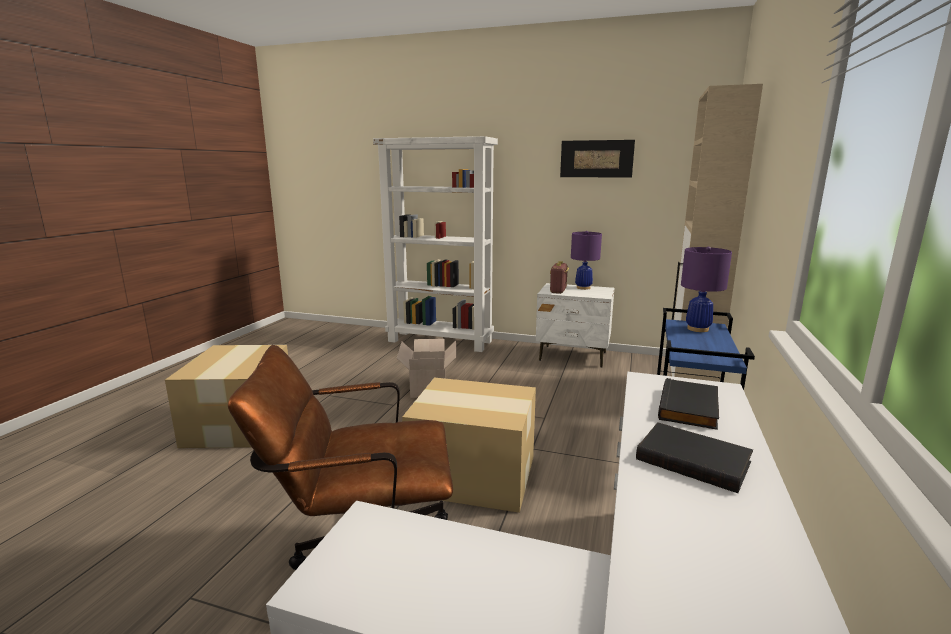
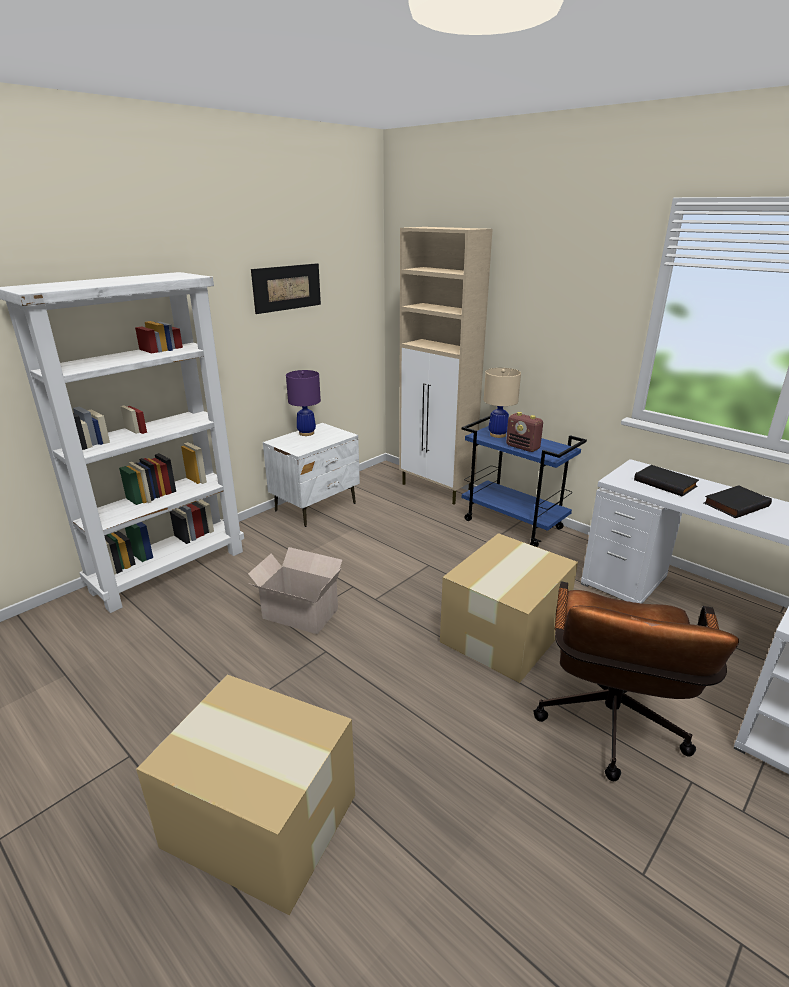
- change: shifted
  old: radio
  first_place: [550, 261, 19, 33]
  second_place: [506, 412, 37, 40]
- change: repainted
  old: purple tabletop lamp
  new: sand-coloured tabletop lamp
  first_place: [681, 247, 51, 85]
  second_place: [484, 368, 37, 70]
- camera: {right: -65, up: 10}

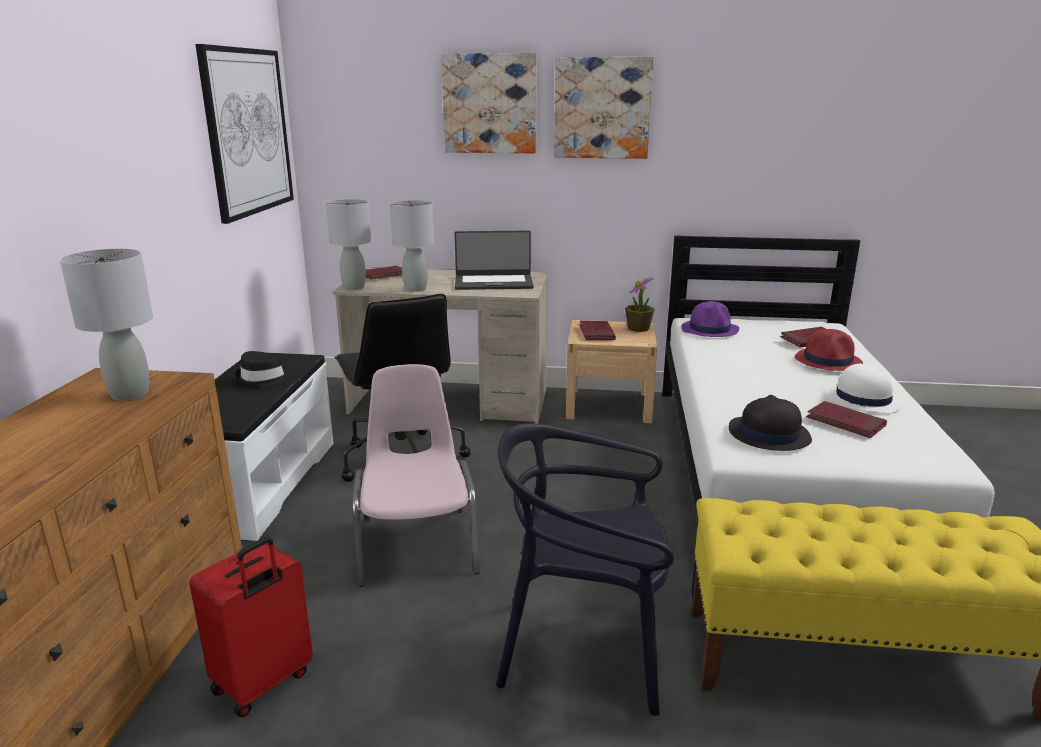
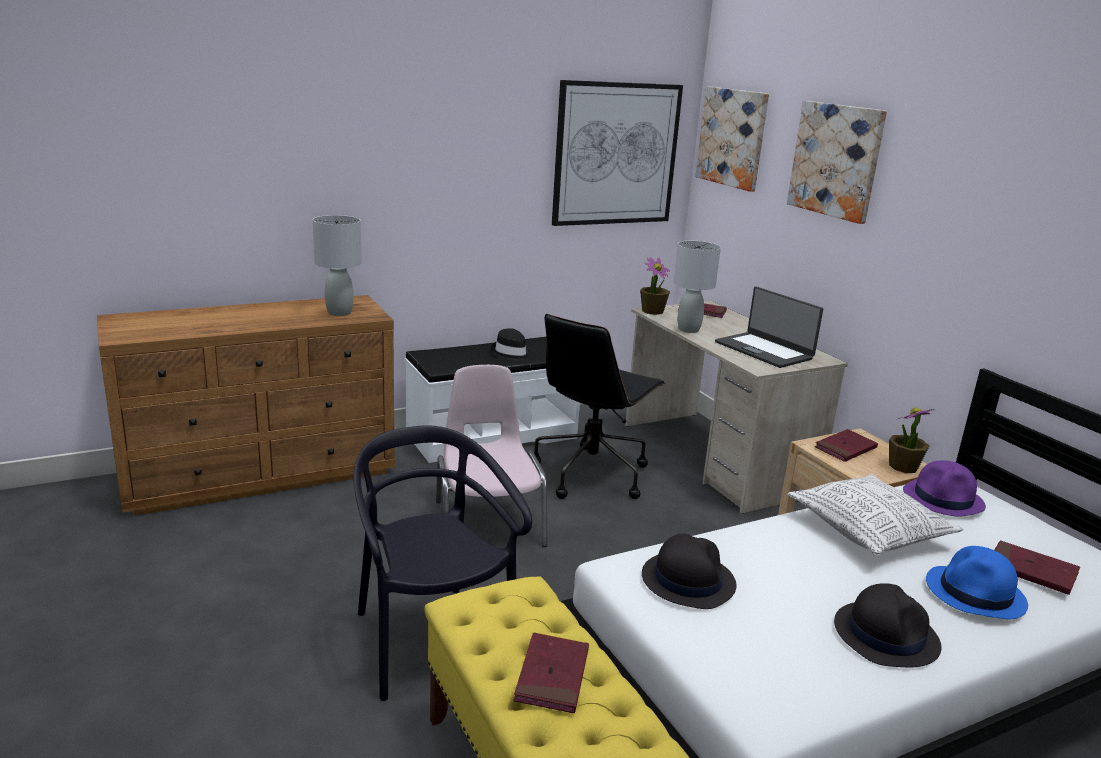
- change: gone
  old: red piece of luggage
  first_place: [189, 537, 124, 180]
- change: swapped
  old: grey tabletop lamp
  new: potted plant
  first_place: [326, 199, 45, 91]
  second_place: [640, 257, 30, 58]
- change: rotated
  old: pinkish plain chair
  first_place: [352, 364, 128, 223]
  second_place: [436, 365, 112, 182]
  degrees: -60
- change: shifted
  old: wall picture
  first_place: [554, 57, 99, 102]
  second_place: [695, 87, 74, 105]
- change: repainted
  old: red wearable hat
  new: blue wearable hat
  first_place: [794, 329, 69, 42]
  second_place: [926, 546, 102, 73]
- change: shifted
  old: red book
  first_place: [806, 401, 81, 37]
  second_place: [513, 633, 76, 80]
- change: repainted
  old: white wearable hat
  new: black wearable hat
  first_place: [825, 364, 79, 49]
  second_place: [834, 583, 107, 84]
- change: new
  new: cushion
  second_place: [787, 474, 176, 82]
- camera: {right: 55, up: 0}

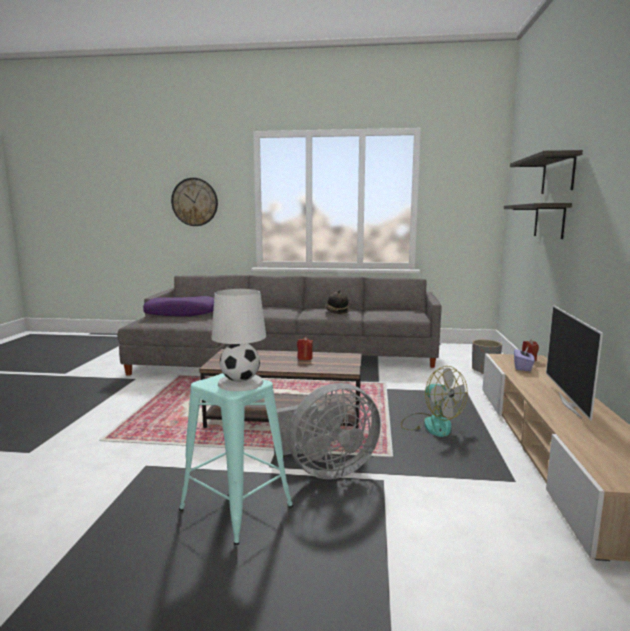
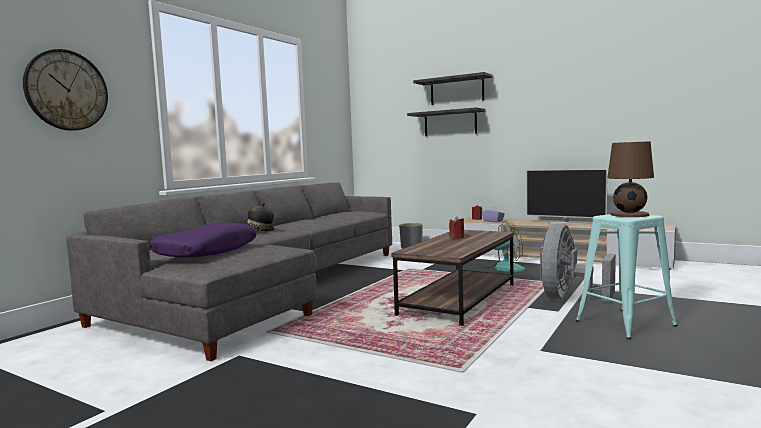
- change: repainted
  old: white tabletop lamp
  new: brown tabletop lamp
  first_place: [211, 289, 55, 102]
  second_place: [607, 141, 47, 76]
- change: rotated
  old: grey fan
  first_place: [274, 383, 107, 96]
  second_place: [540, 223, 76, 79]
  degrees: -150
- change: shifted
  old: wearable hat
  first_place: [325, 290, 25, 24]
  second_place: [243, 203, 32, 28]
- camera: {right: -65, up: -5}

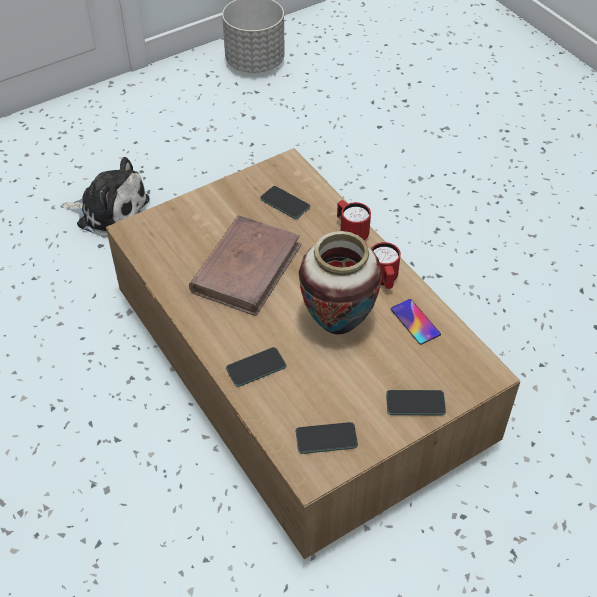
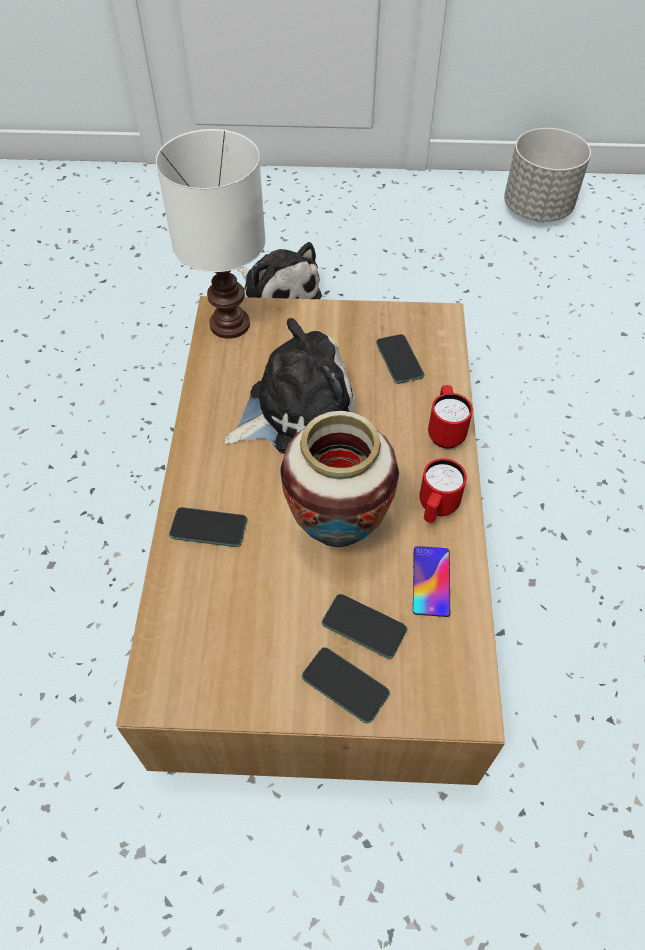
- change: swapped
  old: brown book
  new: soft toy
  first_place: [189, 215, 112, 101]
  second_place: [224, 318, 131, 136]
- change: shifted
  old: handset
  first_place: [296, 422, 62, 32]
  second_place: [322, 594, 85, 65]
- change: new
  new: white tabletop lamp
  second_place: [156, 129, 110, 210]
- camera: {right: 35, up: 5}

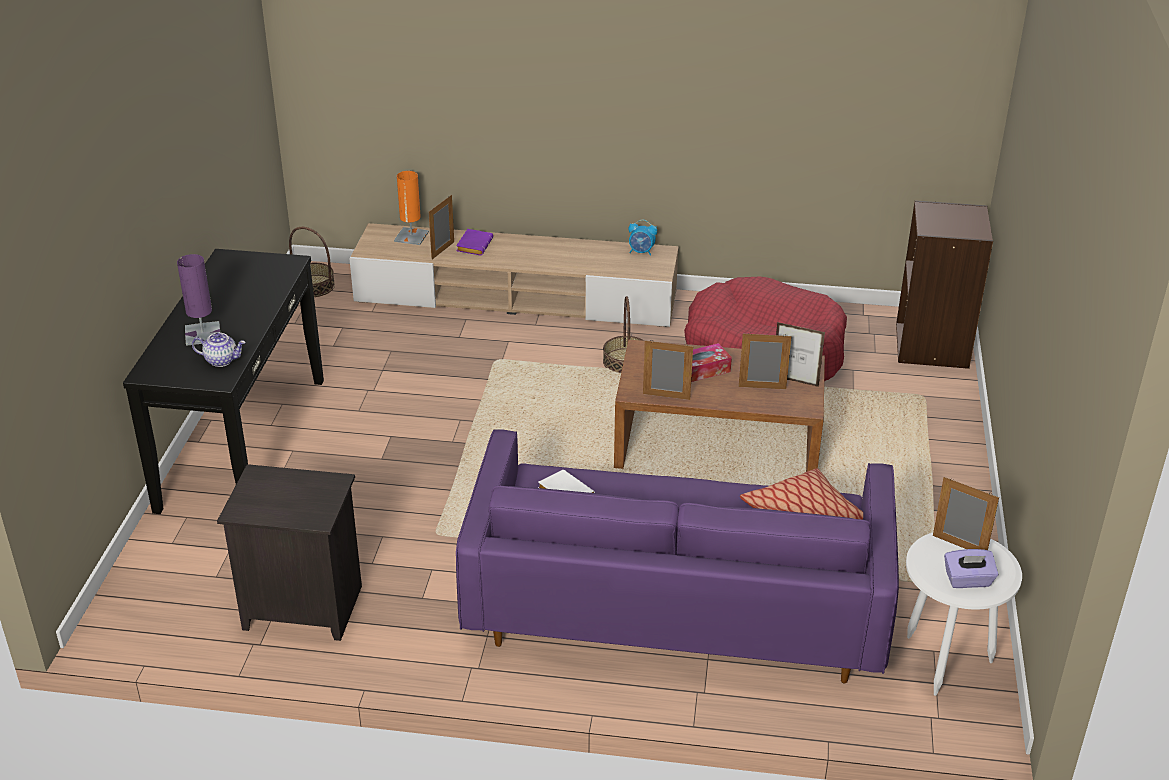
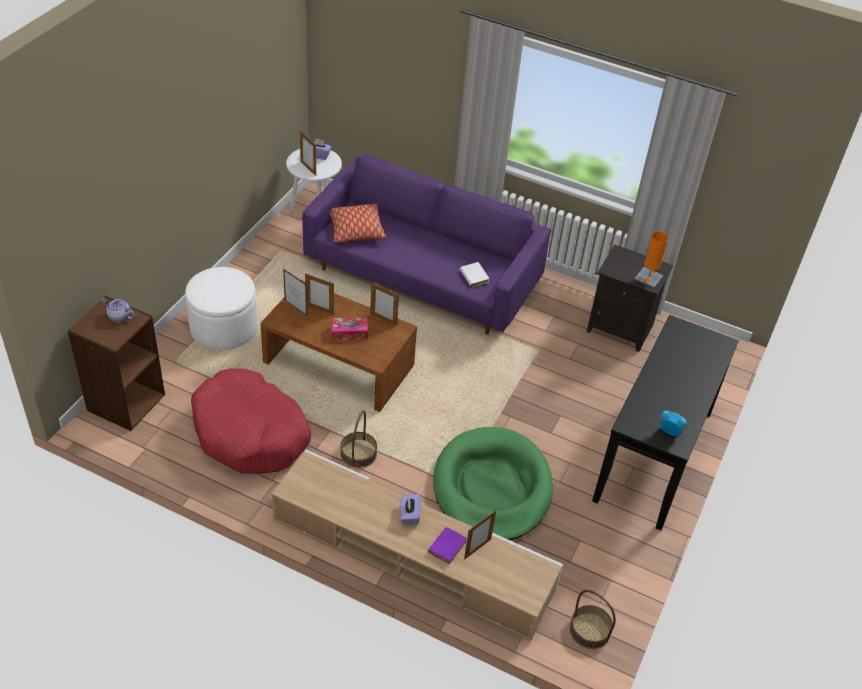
- change: gone
  old: purple tabletop lamp
  first_place: [177, 254, 43, 92]
- change: shifted
  old: tea pot
  first_place: [192, 333, 54, 34]
  second_place: [101, 298, 34, 25]
- change: shifted
  old: orangey tabletop lamp
  first_place: [394, 171, 35, 74]
  second_place: [635, 232, 33, 56]
- change: shifted
  old: table clock
  first_place: [628, 220, 29, 36]
  second_place: [660, 410, 27, 26]
- change: new
  new: white footrest
  second_place: [185, 267, 73, 83]
- change: new
  new: purple tissue holder
  second_place: [400, 494, 21, 31]
- change: new
  new: greenish pet bed
  second_place: [433, 427, 120, 113]
- camera: {right: -165, up: 10}

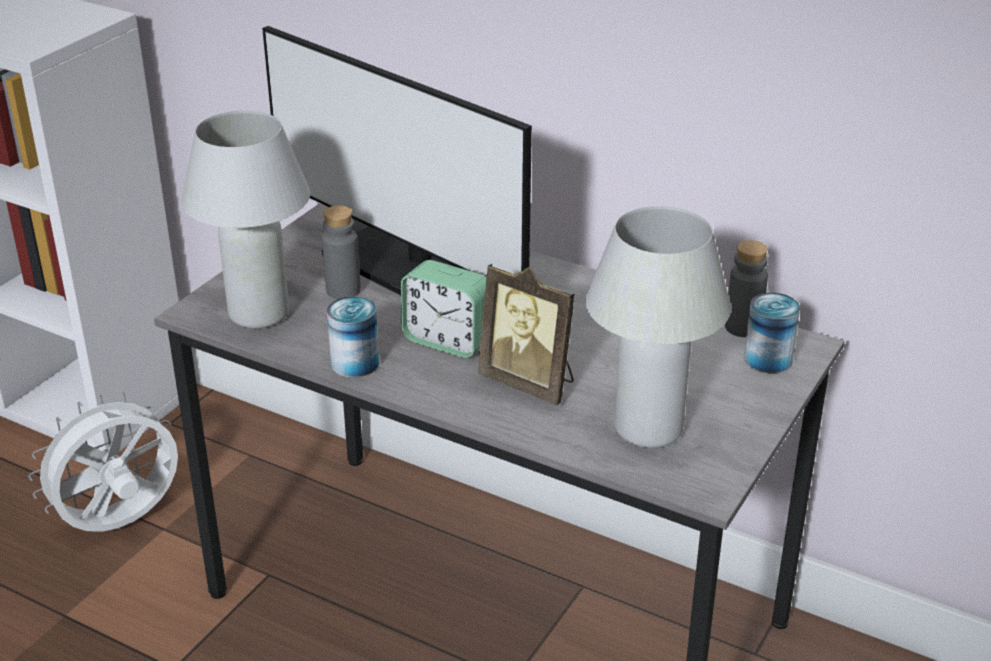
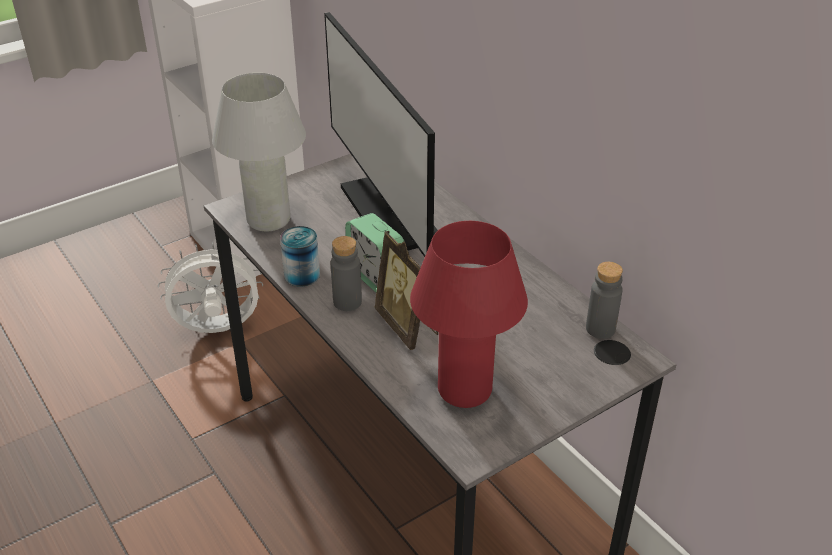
- change: shifted
  old: grey drink bottle
  first_place: [322, 205, 39, 94]
  second_place: [331, 236, 31, 75]
- change: repainted
  old: white tabletop lamp
  new: red tabletop lamp
  first_place: [585, 206, 146, 242]
  second_place: [410, 221, 118, 187]
- change: gone
  old: metal can
  first_place: [744, 293, 56, 81]
- camera: {right: 25, up: 5}

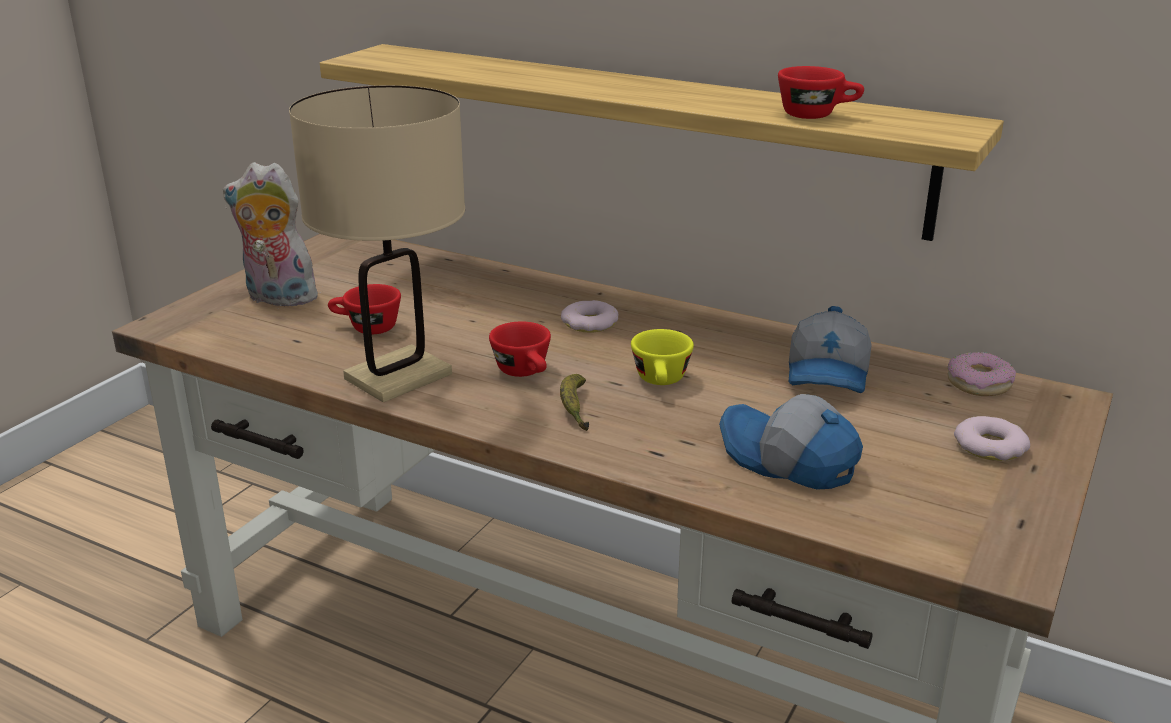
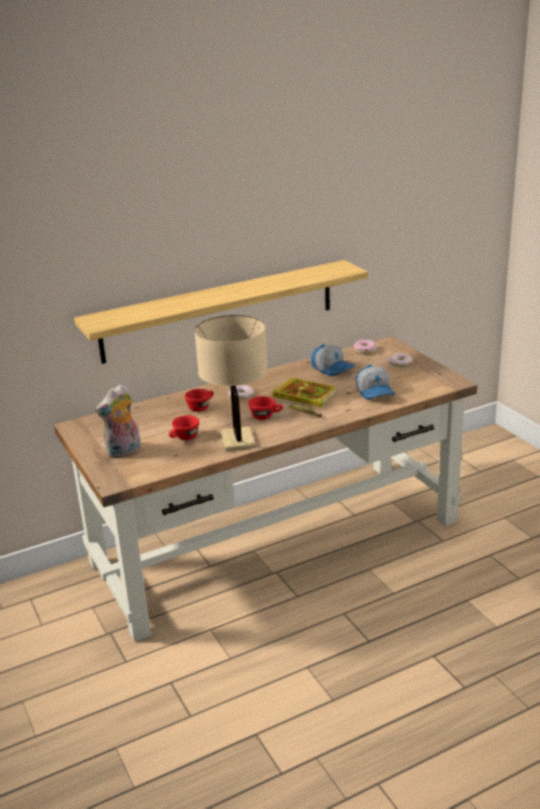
- change: swapped
  old: yellowish cup
  new: book
  first_place: [631, 329, 63, 56]
  second_place: [272, 378, 65, 30]
- change: rotated
  old: baseball cap
  first_place: [719, 394, 144, 96]
  second_place: [356, 365, 39, 35]
  degrees: -90
- change: shifted
  old: red cup
  first_place: [778, 66, 86, 53]
  second_place: [185, 389, 29, 23]
- camera: {right: -55, up: 0}

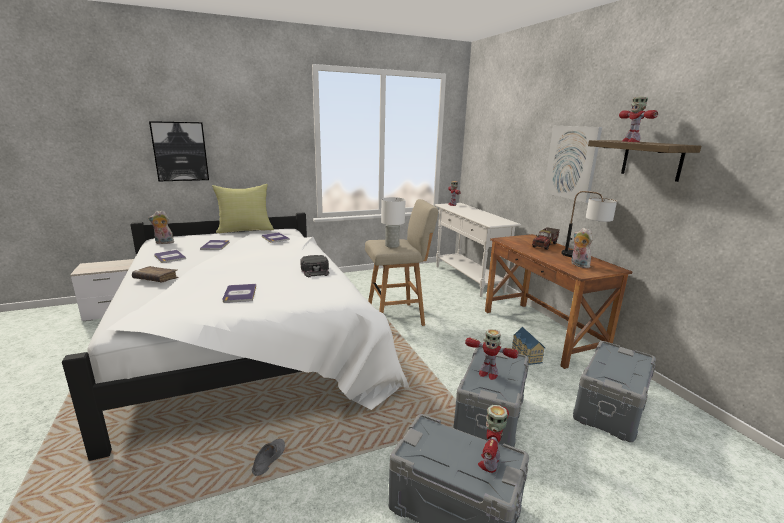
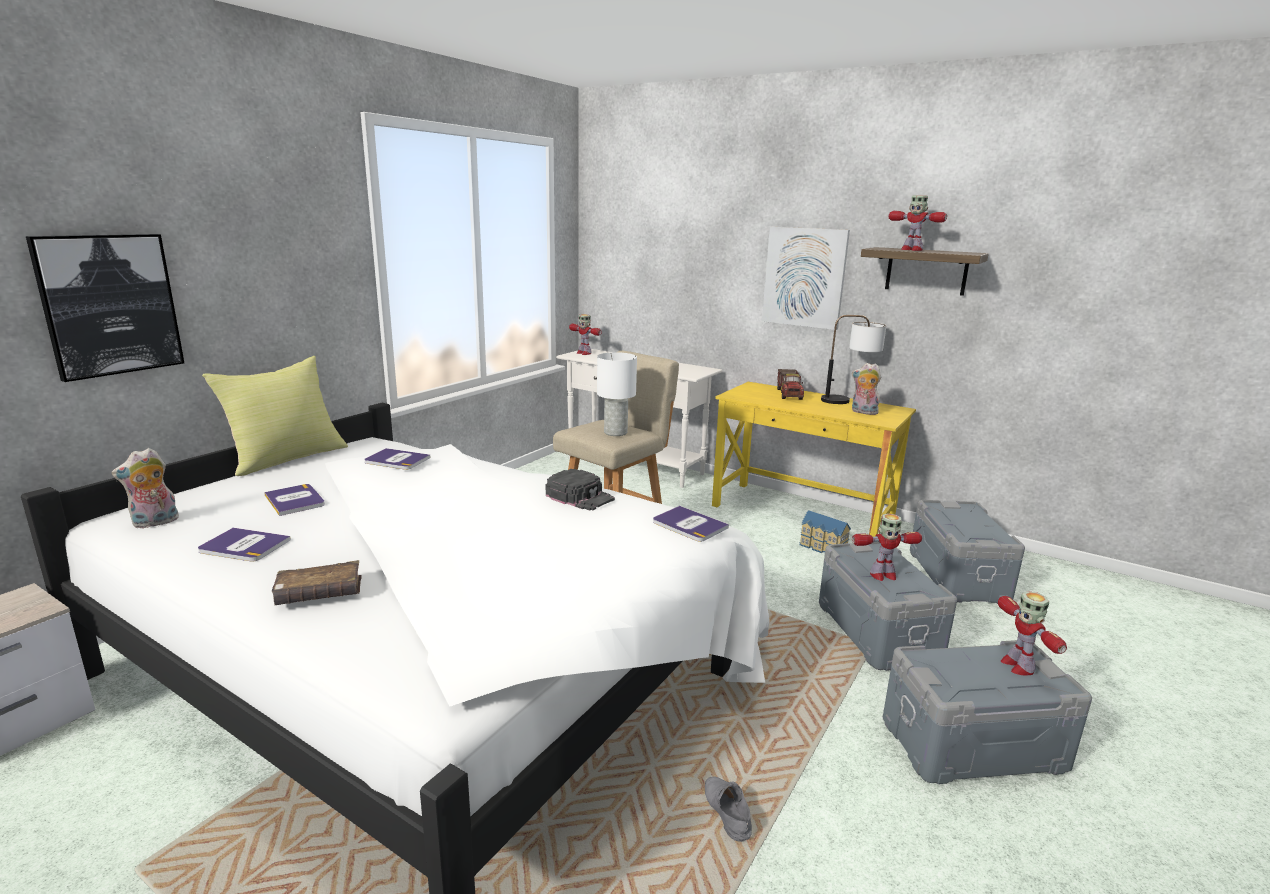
- change: shifted
  old: book
  first_place: [222, 284, 34, 19]
  second_place: [653, 506, 76, 36]
- change: repainted
  old: brown desk table
  new: yellowish desk table
  first_place: [485, 234, 147, 135]
  second_place: [712, 382, 204, 155]
- camera: {right: -35, up: 0}

